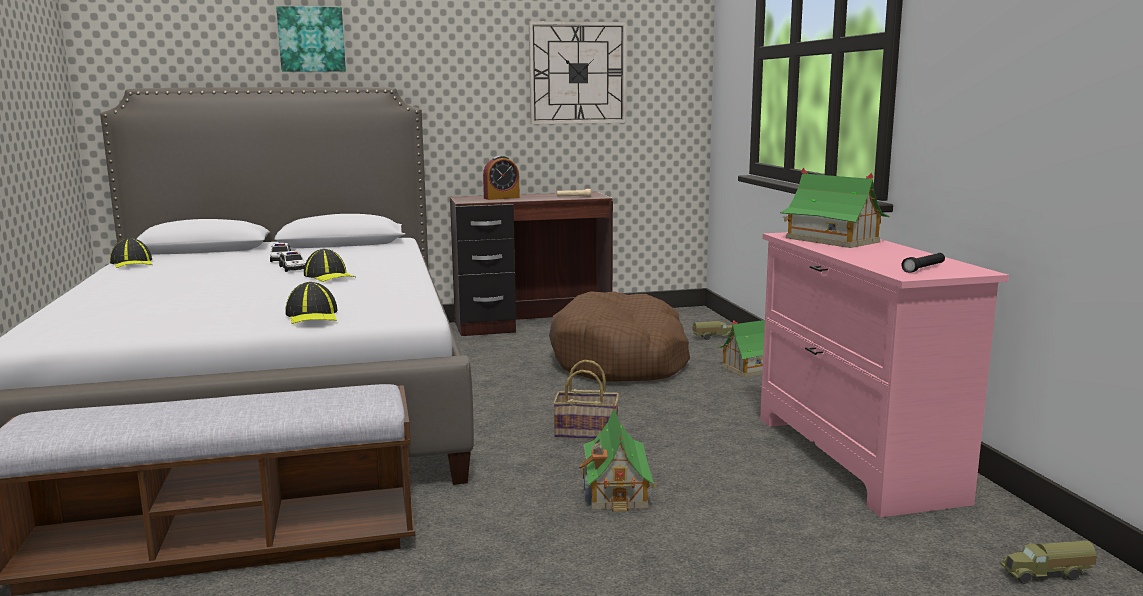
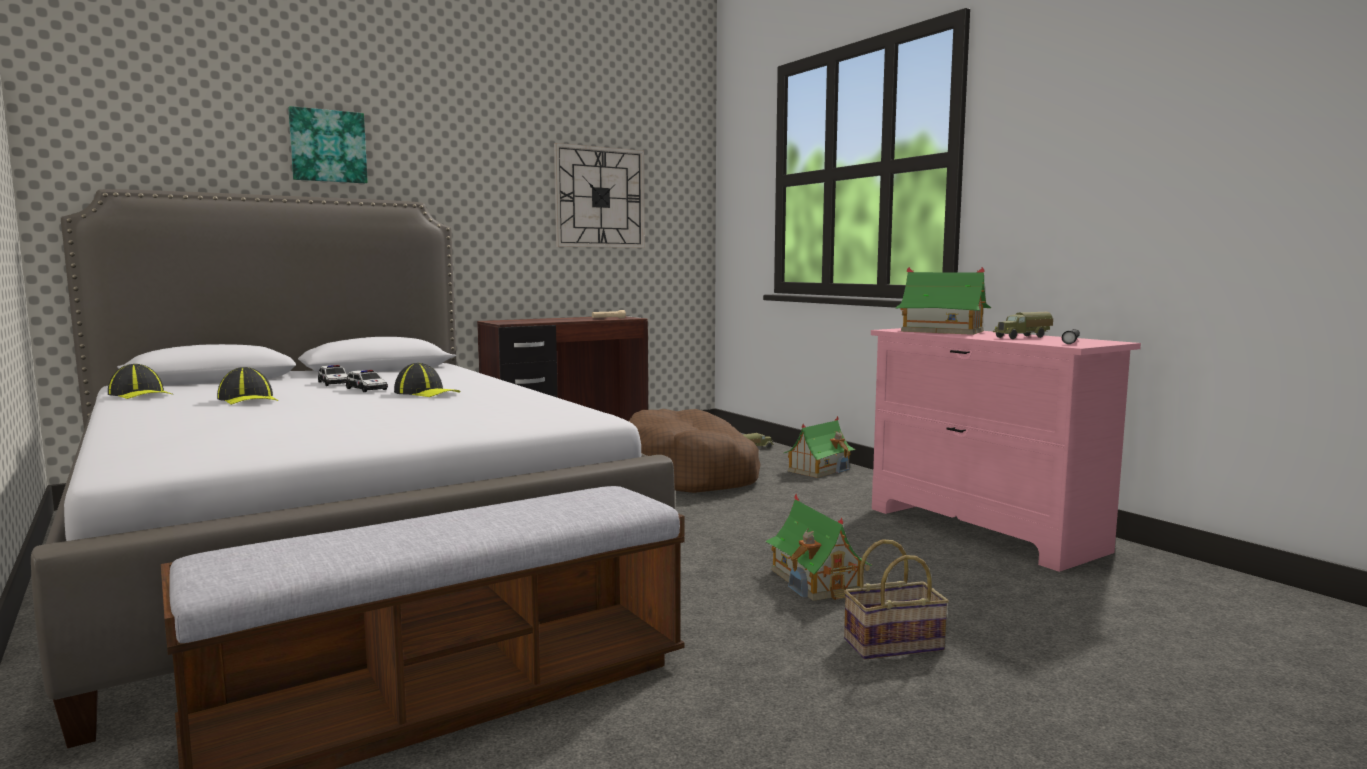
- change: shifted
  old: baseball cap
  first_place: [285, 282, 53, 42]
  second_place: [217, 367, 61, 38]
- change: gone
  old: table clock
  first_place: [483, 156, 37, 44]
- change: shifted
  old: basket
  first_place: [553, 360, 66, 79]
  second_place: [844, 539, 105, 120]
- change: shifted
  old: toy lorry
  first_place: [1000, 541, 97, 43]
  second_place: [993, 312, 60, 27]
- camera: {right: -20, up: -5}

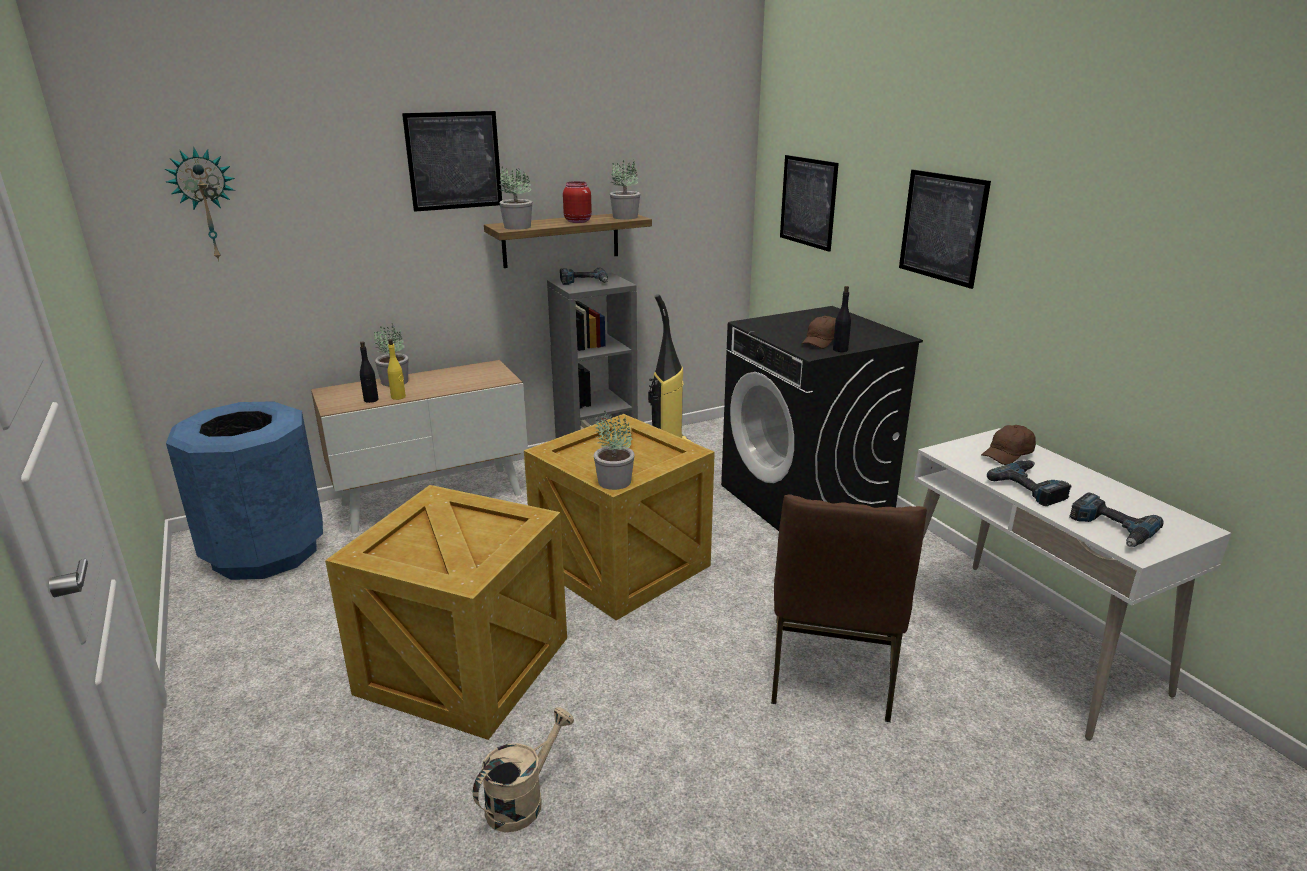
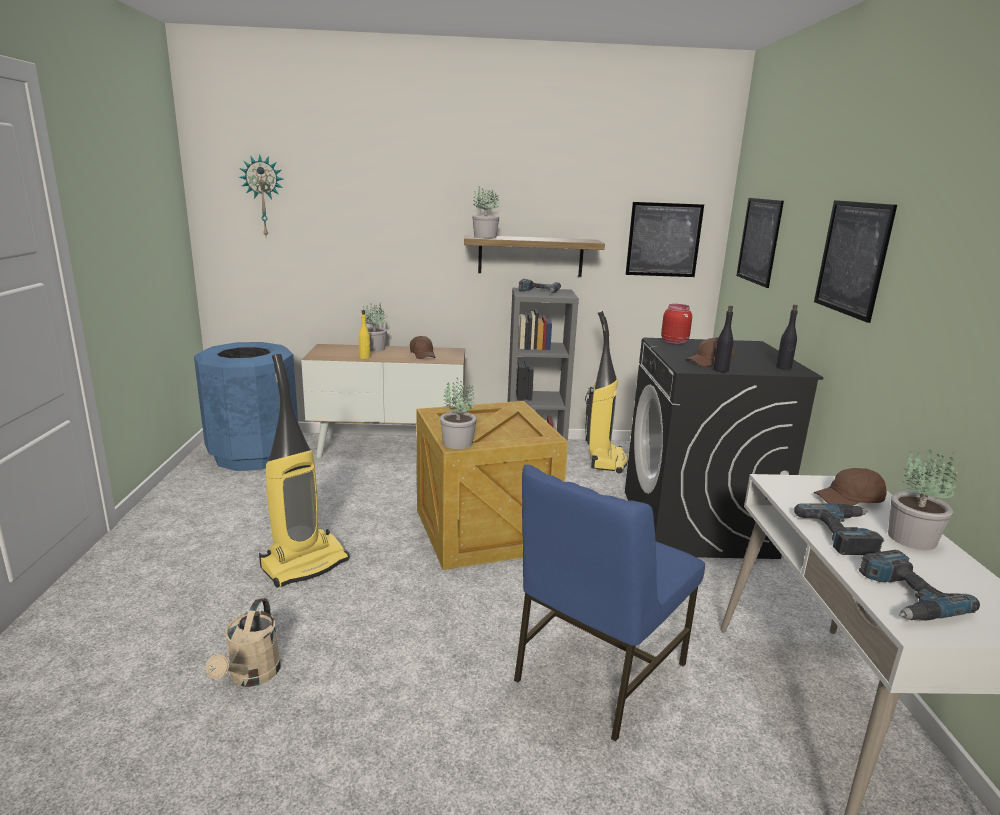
- change: swapped
  old: packing crate
  new: vacuum
  first_place: [325, 485, 242, 255]
  second_place: [259, 354, 91, 234]
- change: shifted
  old: black drink bottle
  first_place: [360, 341, 19, 62]
  second_place: [776, 305, 22, 65]
- change: shifted
  old: wall picture
  first_place: [402, 111, 100, 101]
  second_place: [625, 202, 79, 75]
- change: rotated
  old: sand-coloured watering pot
  first_place: [473, 707, 101, 125]
  second_place: [206, 598, 75, 89]
  degrees: 120
- change: shifted
  old: red storage jar
  first_place: [563, 181, 29, 42]
  second_place: [661, 304, 31, 41]
- change: shifted
  old: potted plant
  first_place: [610, 160, 30, 60]
  second_place: [888, 449, 70, 101]
- change: repainted
  old: brown plain chair
  new: blue plain chair
  first_place: [771, 494, 156, 228]
  second_place: [514, 464, 191, 278]
- change: new
  new: brown baseball cap
  second_place: [410, 336, 26, 23]
- camera: {right: 25, up: -5}

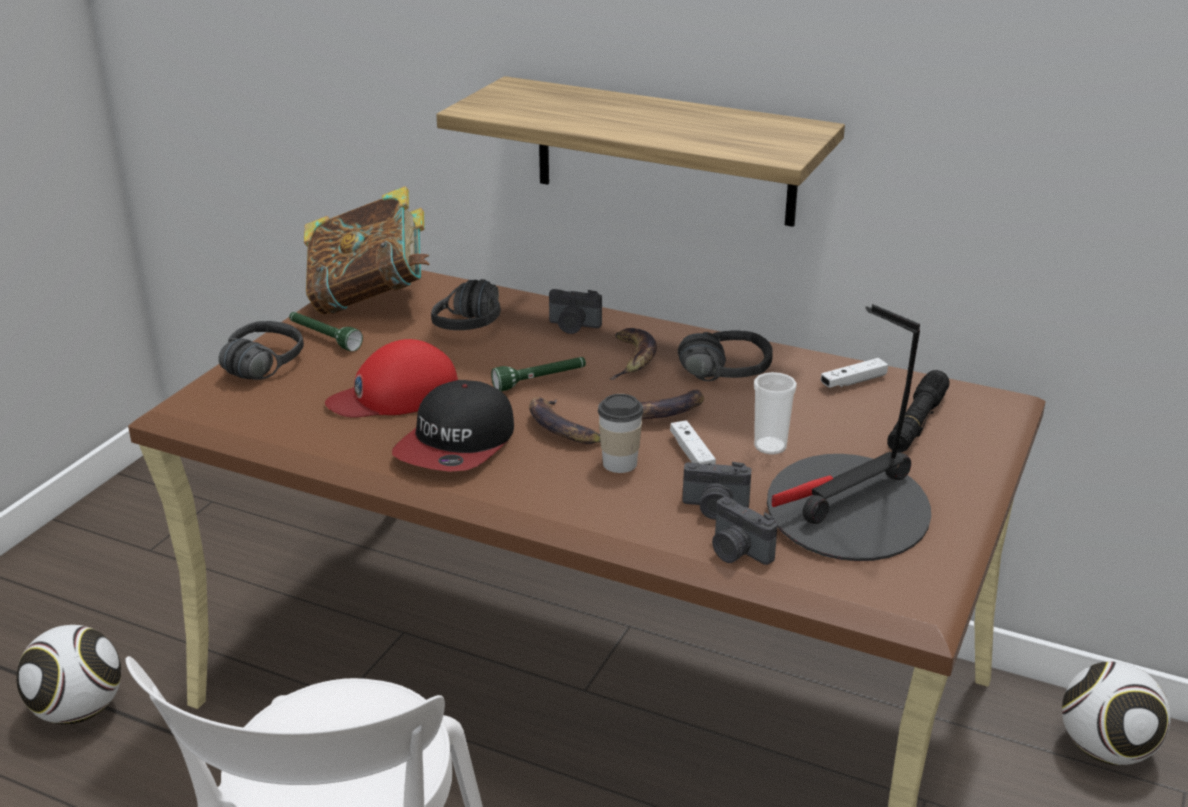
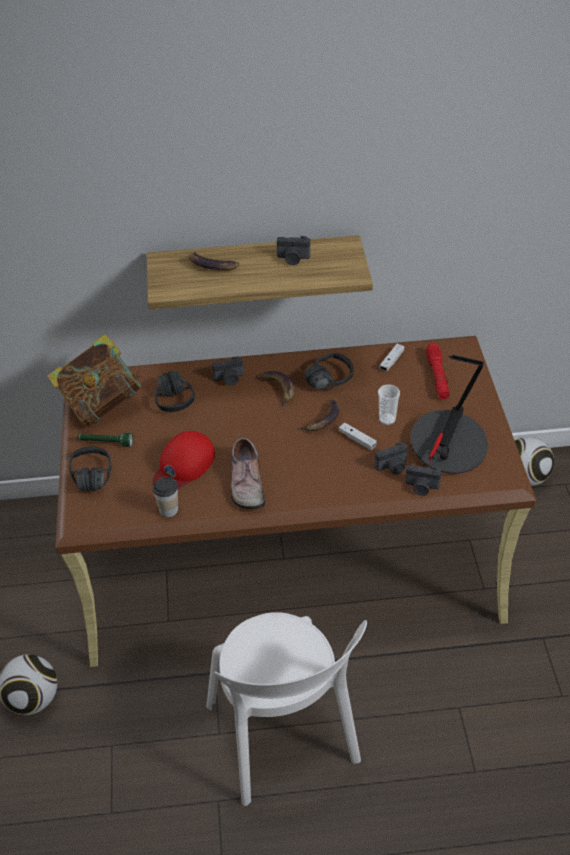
- change: swapped
  old: baseball cap
  new: shoe
  first_place: [392, 380, 122, 92]
  second_place: [231, 438, 34, 71]
- change: gone
  old: greenish hand torch
  first_place: [491, 357, 95, 34]
- change: shifted
  old: banana
  first_place: [529, 397, 71, 47]
  second_place: [189, 251, 50, 19]
- change: shifted
  old: cup
  first_place: [598, 394, 45, 79]
  second_place: [153, 477, 25, 40]
- change: repainted
  old: black hand torch
  new: red hand torch
  first_place: [887, 370, 63, 82]
  second_place: [426, 343, 23, 57]
- change: new
  new: photo camera
  second_place: [277, 236, 33, 29]
- camera: {right: -30, up: 15}

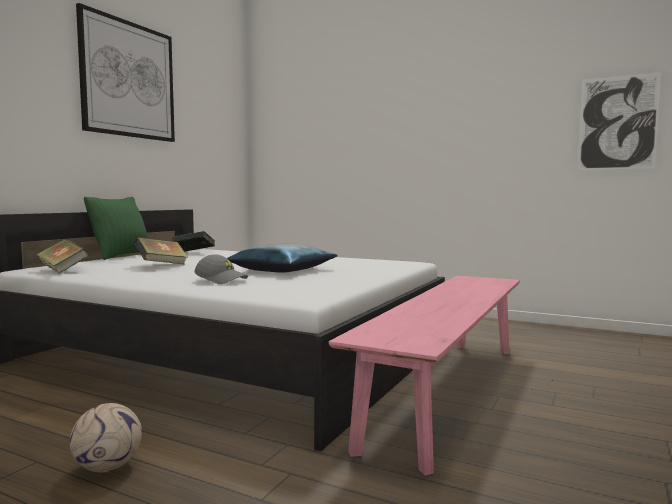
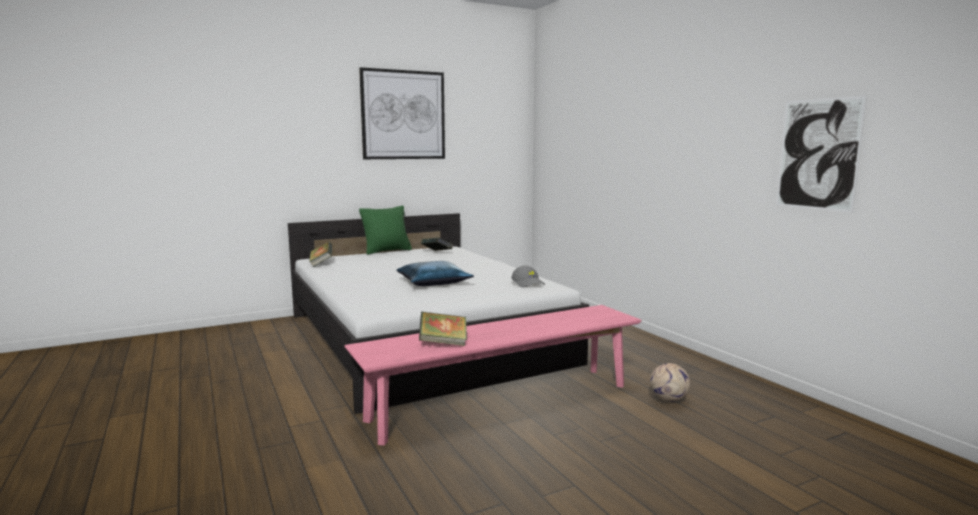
- change: shifted
  old: football
  first_place: [70, 403, 72, 70]
  second_place: [650, 363, 40, 39]
- change: shifted
  old: book
  first_place: [135, 237, 53, 28]
  second_place: [419, 312, 48, 34]
- change: shifted
  old: grey baseball cap
  first_place: [194, 254, 54, 30]
  second_place: [511, 266, 34, 22]
- camera: {right: 35, up: 5}

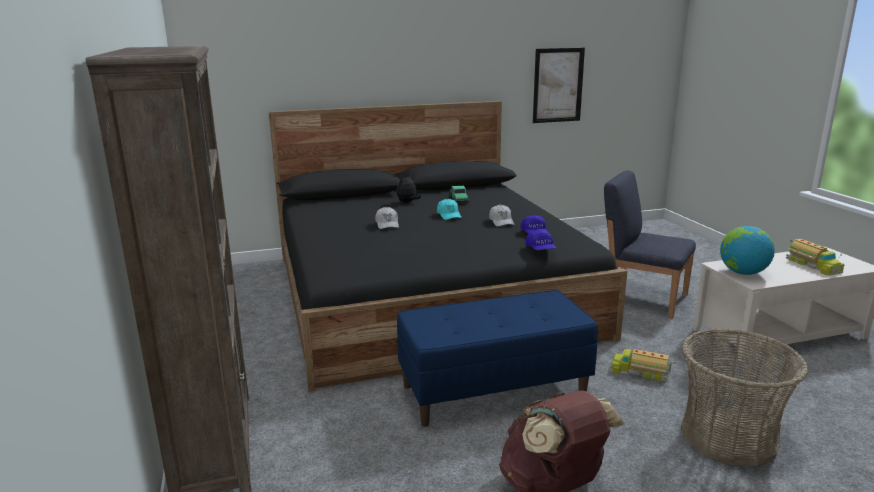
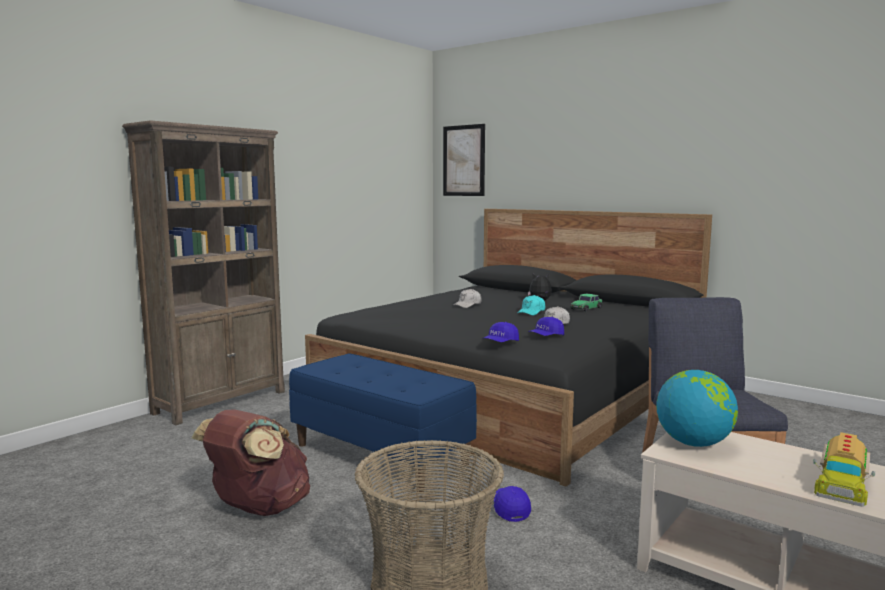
- change: shifted
  old: wall picture
  first_place: [533, 48, 52, 75]
  second_place: [443, 124, 42, 72]
- change: swapped
  old: toy lorry
  new: blue baseball cap
  first_place: [611, 346, 65, 36]
  second_place: [493, 486, 38, 36]
- camera: {right: 55, up: -10}

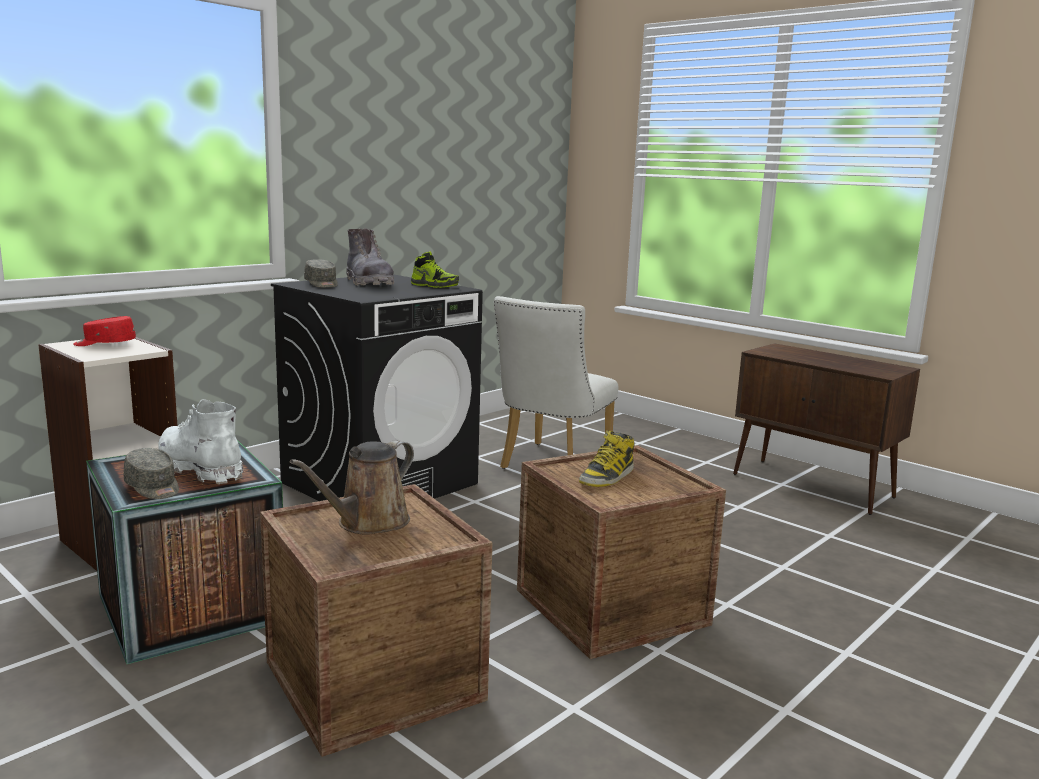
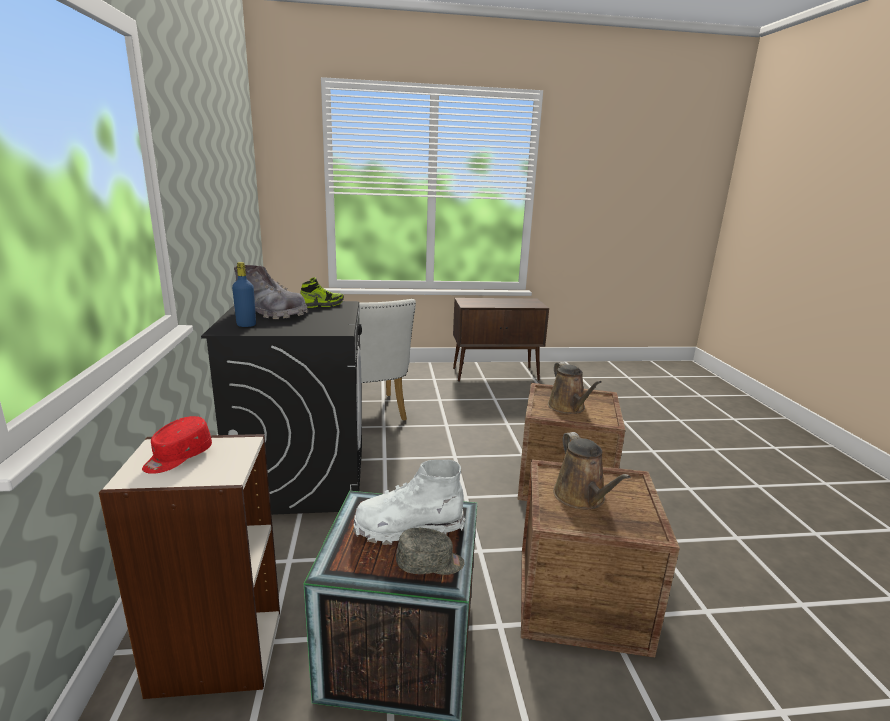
- change: swapped
  old: grey baseball cap
  new: blue drink bottle
  first_place: [304, 259, 34, 28]
  second_place: [232, 262, 24, 65]
- change: swapped
  old: boot
  new: brown watering pot
  first_place: [579, 430, 55, 57]
  second_place: [548, 362, 54, 52]
- camera: {right: -50, up: 5}

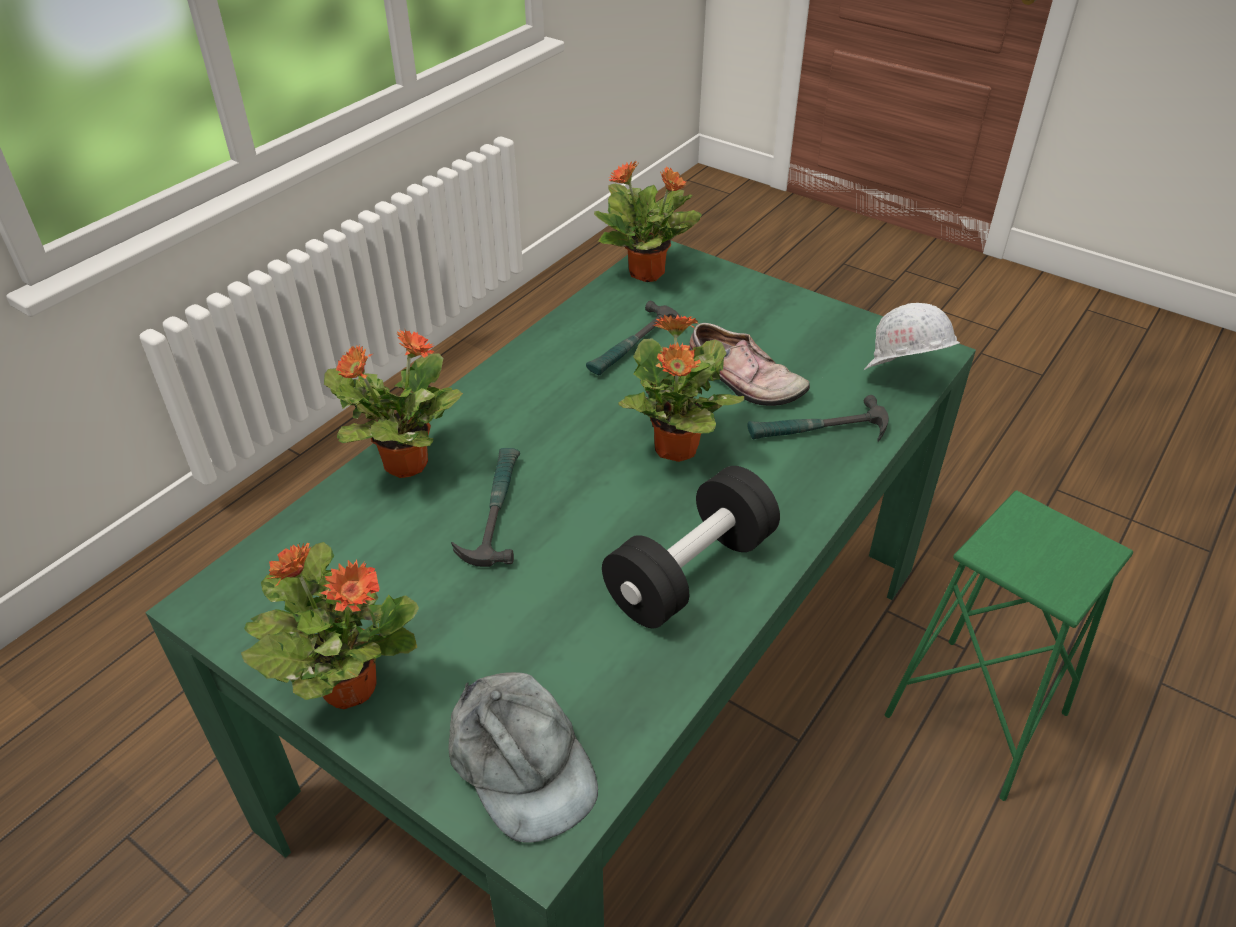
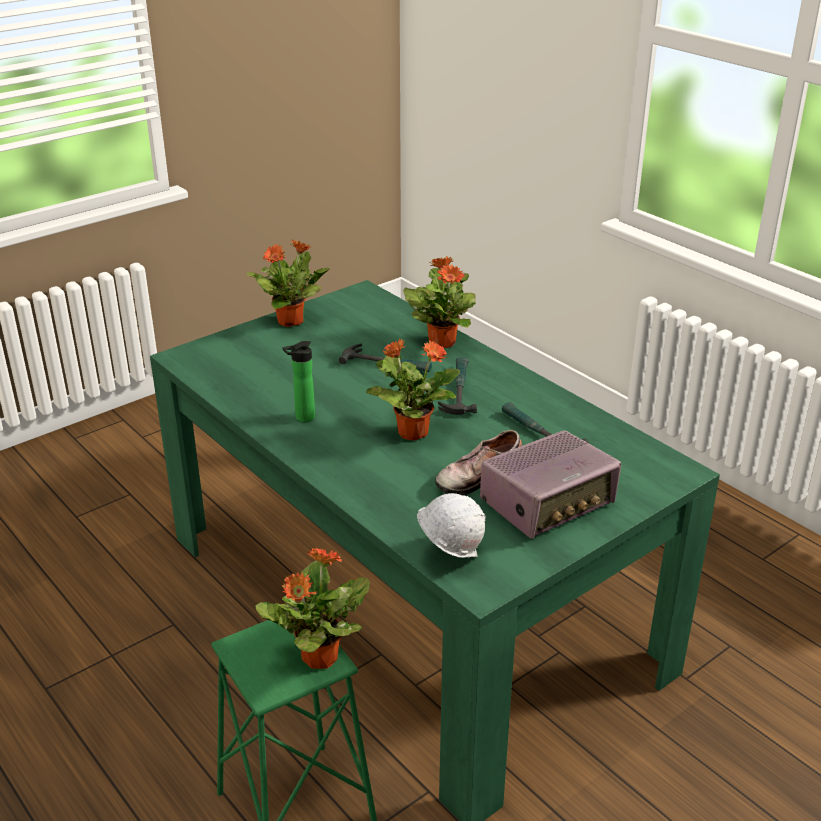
- change: gone
  old: grey baseball cap
  first_place: [448, 672, 150, 171]
- change: shifted
  old: potted plant
  first_place: [594, 161, 108, 121]
  second_place: [255, 548, 115, 121]
- change: swapped
  old: black hand weight
  new: drink bottle
  first_place: [602, 466, 178, 162]
  second_place: [282, 341, 33, 81]
- change: shifted
  old: tool hammer
  first_place: [747, 395, 142, 47]
  second_place: [438, 358, 39, 57]
- change: new
  new: radio
  second_place: [480, 430, 141, 109]
- camera: {right: 105, up: -10}

